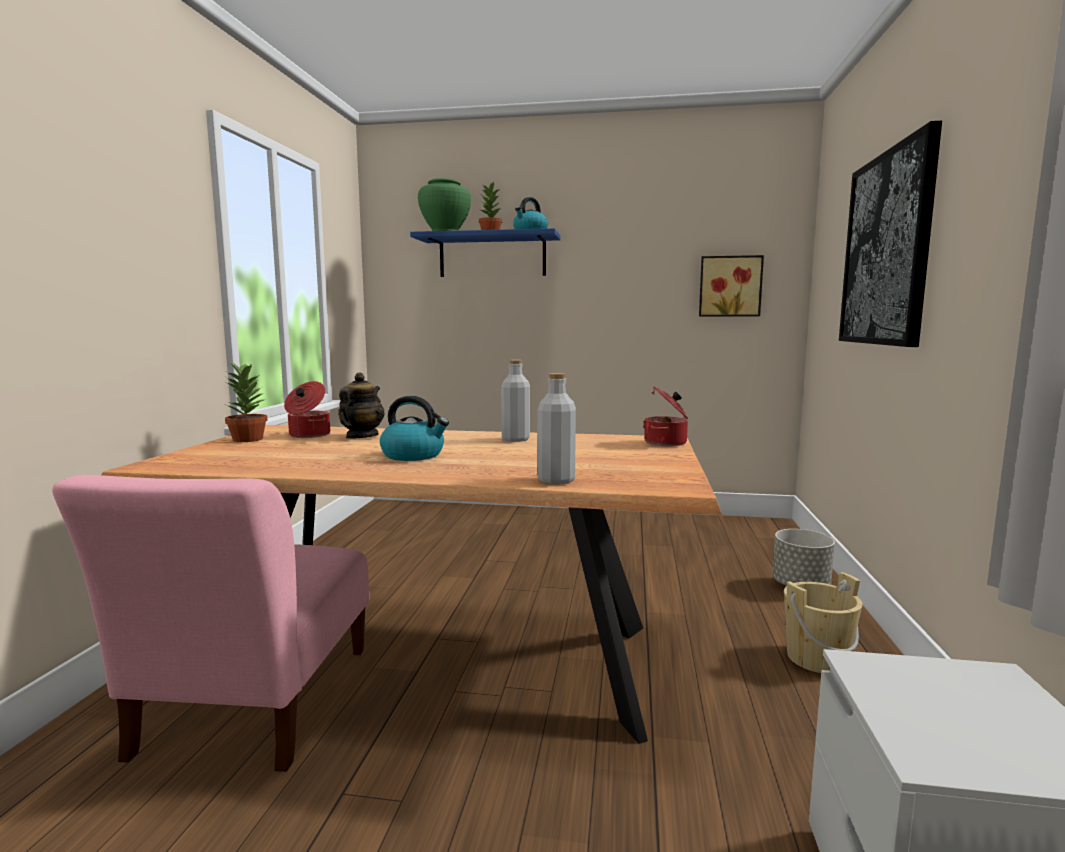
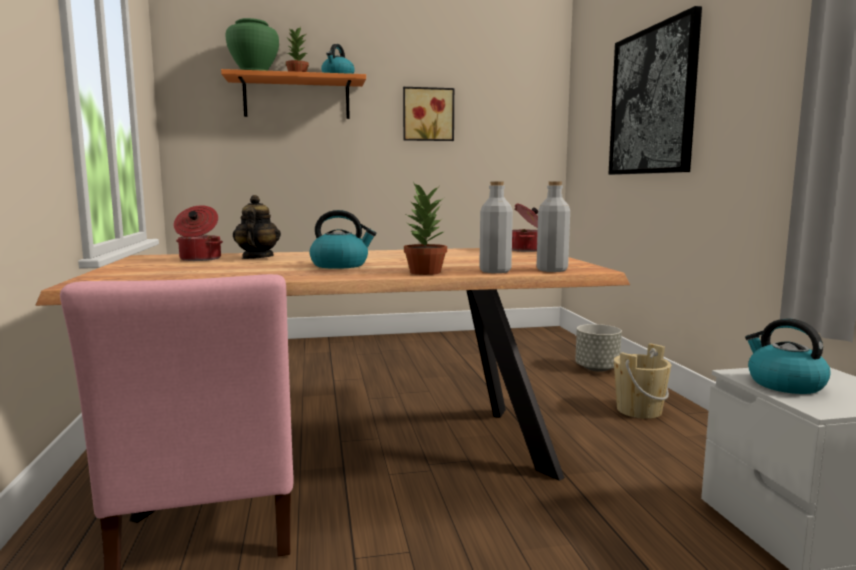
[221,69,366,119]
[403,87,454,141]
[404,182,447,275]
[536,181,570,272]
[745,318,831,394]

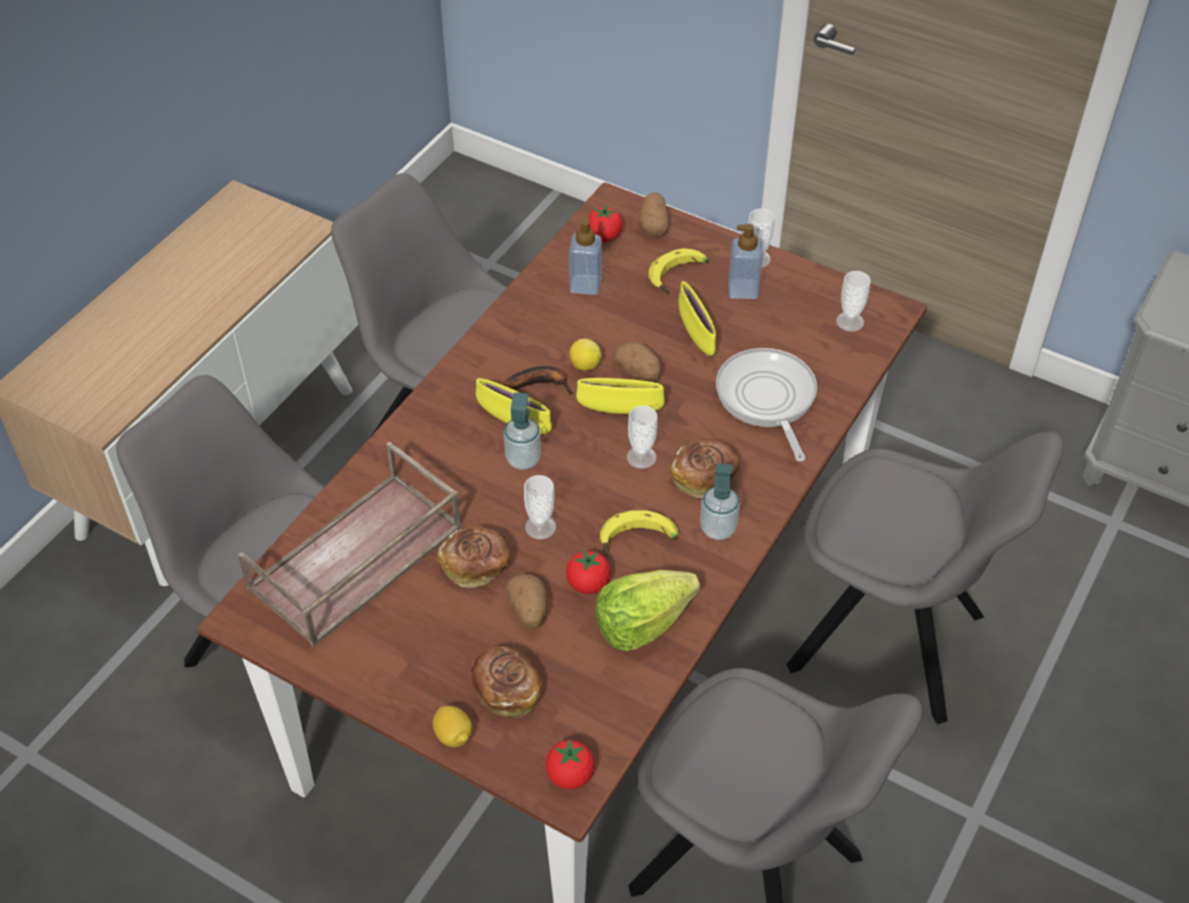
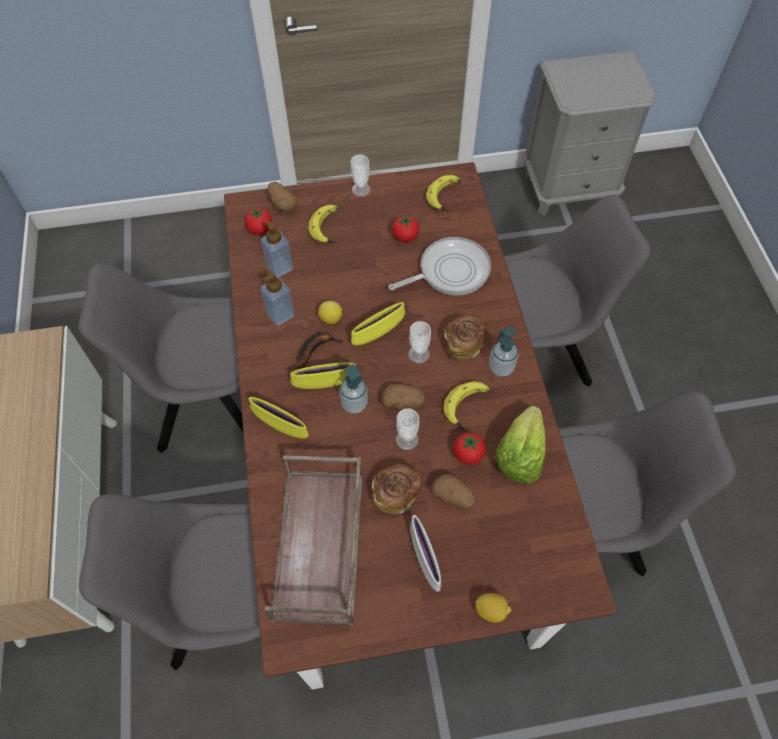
[260,273,295,326]
[426,175,461,211]
[249,397,309,439]
[381,384,425,410]
[388,237,491,296]
[471,646,542,718] (first image)
[392,215,419,242]
[410,515,441,592]

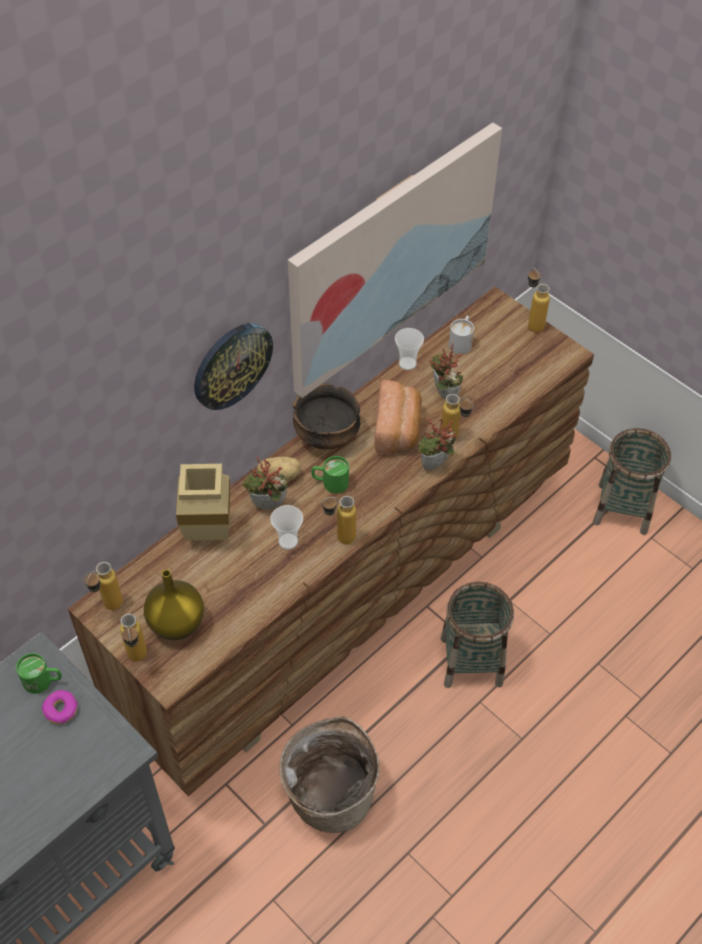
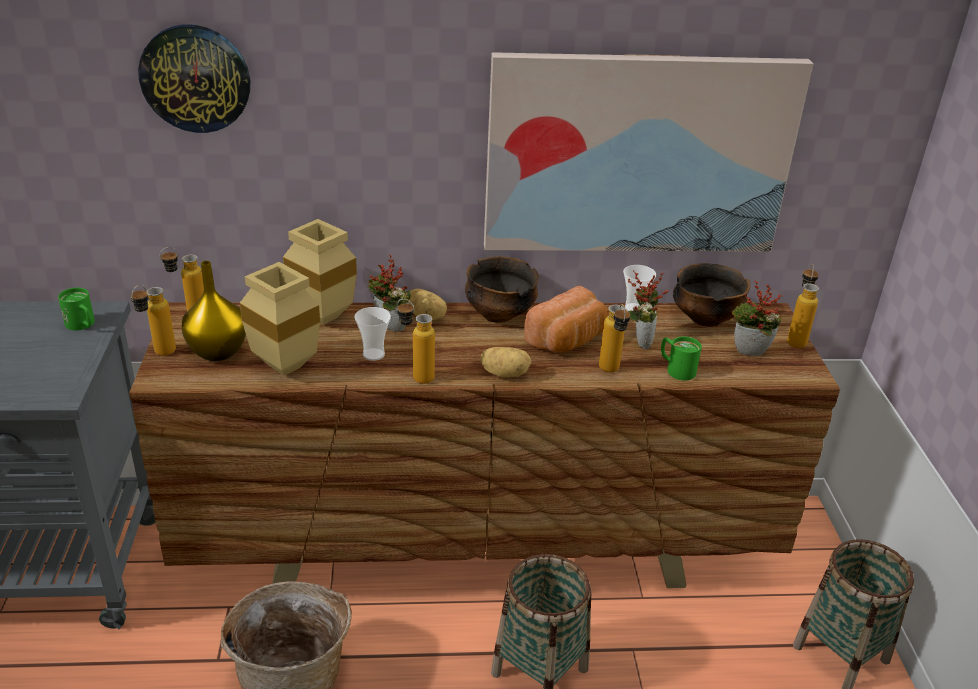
[673,263,750,327]
[138,24,250,133]
[732,281,783,356]
[661,336,702,380]
[42,690,78,724] (first image)
[240,262,320,376]
[481,347,531,377]

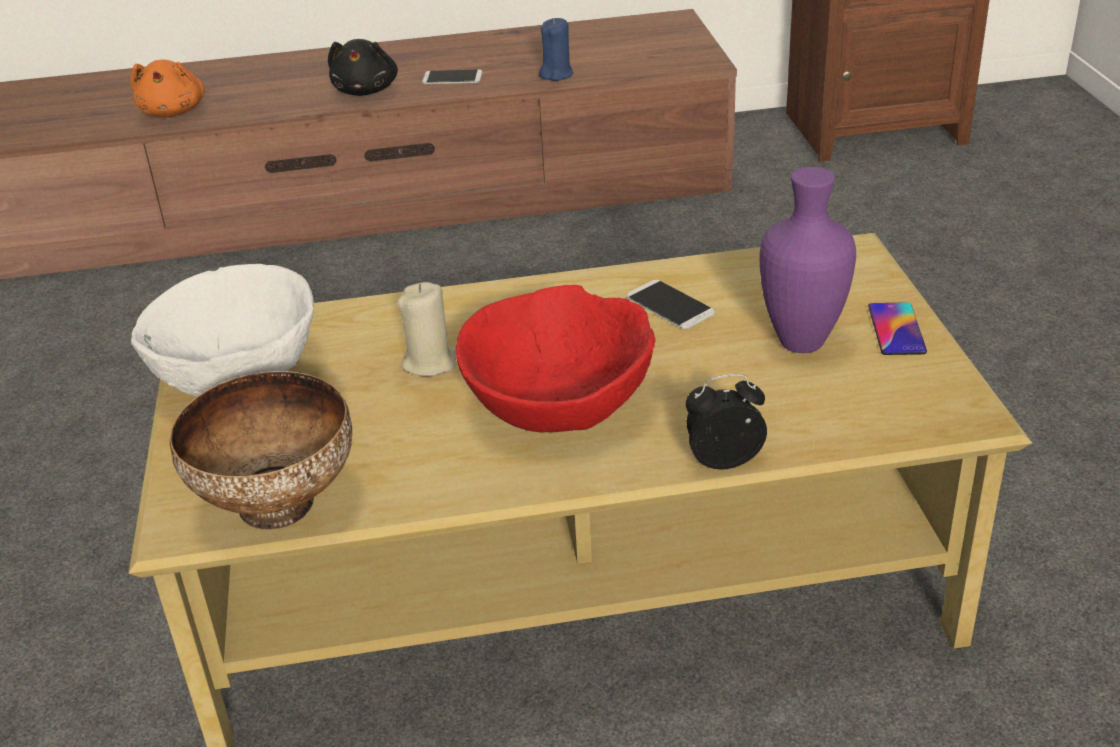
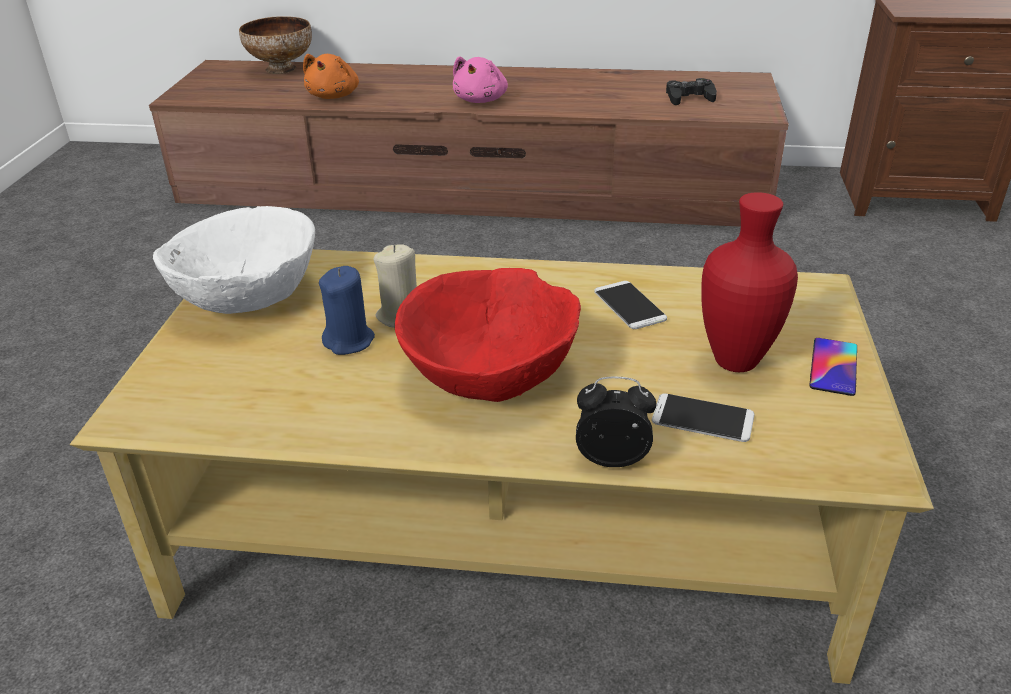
[319,266,375,355]
[453,56,508,103]
[652,393,755,442]
[701,192,798,372]
[239,16,312,74]
[666,78,717,105]

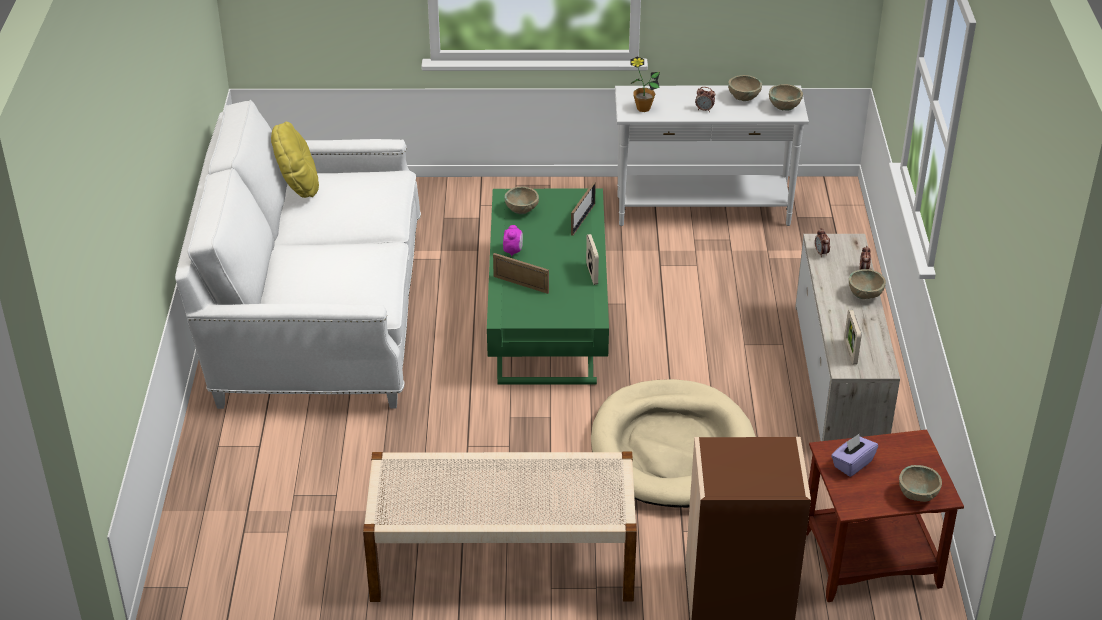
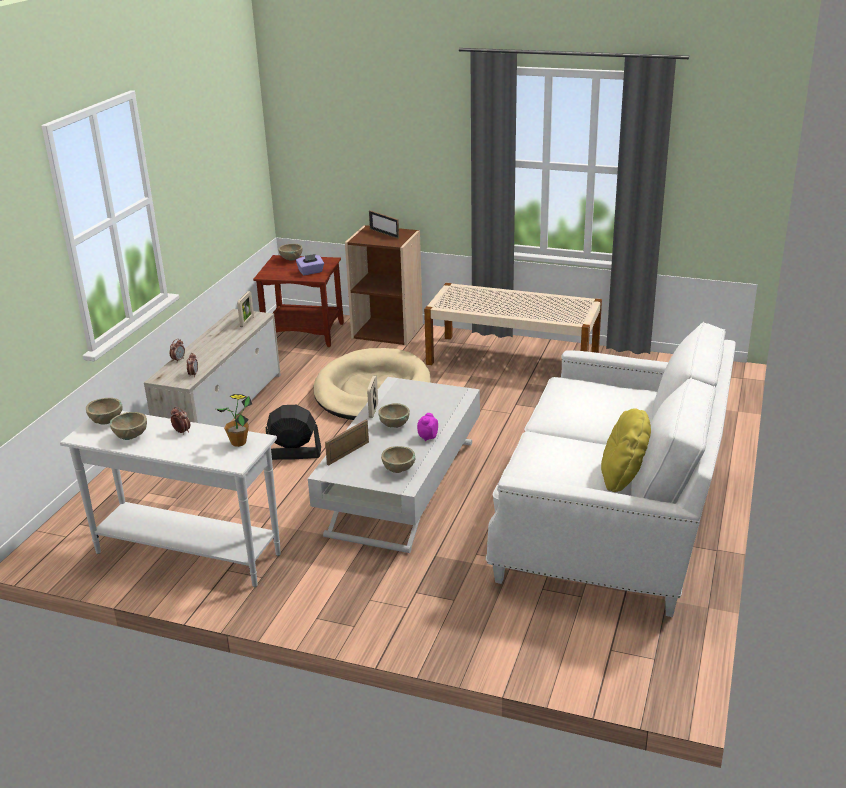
[308,377,480,553]
[369,210,399,239]
[378,403,410,428]
[266,405,321,460]

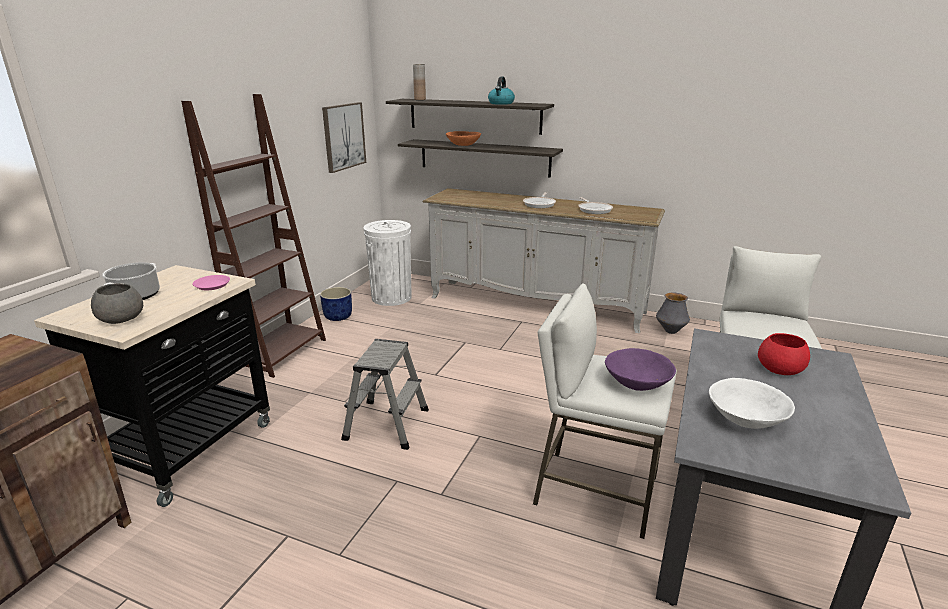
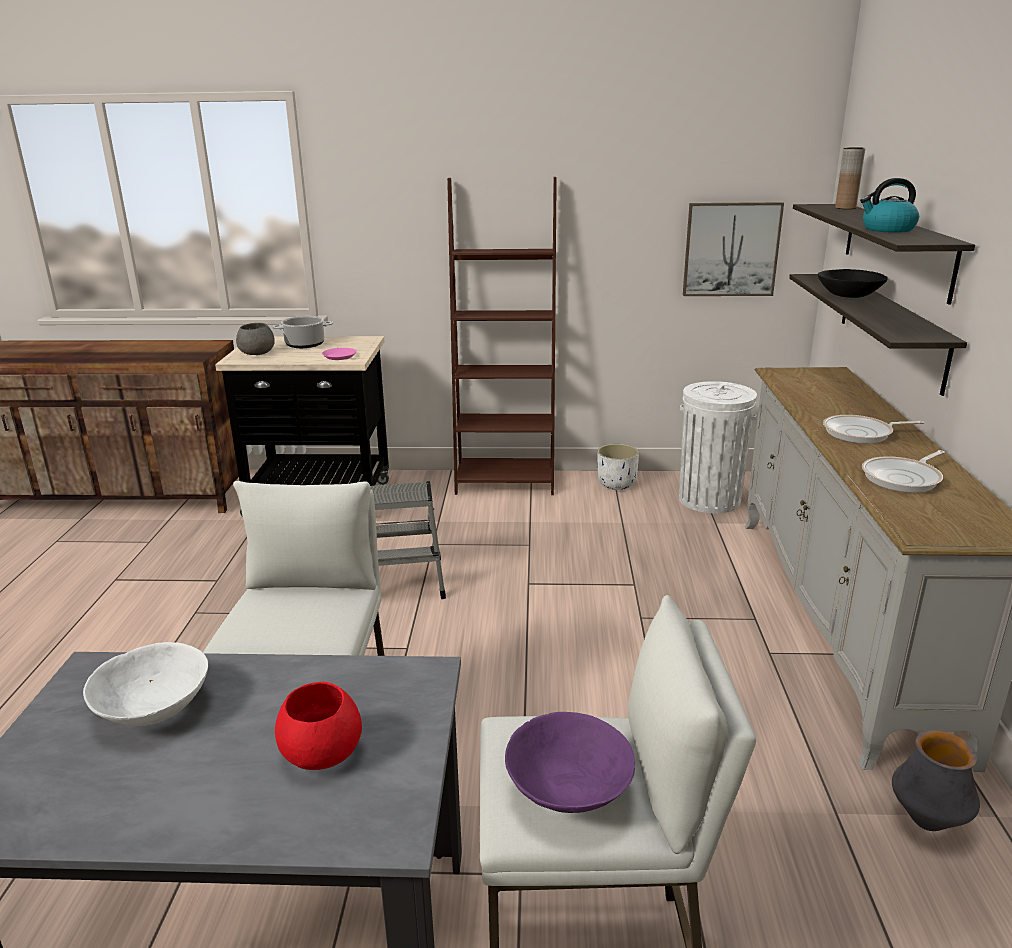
[818,269,888,298]
[597,444,639,490]
[505,712,635,813]

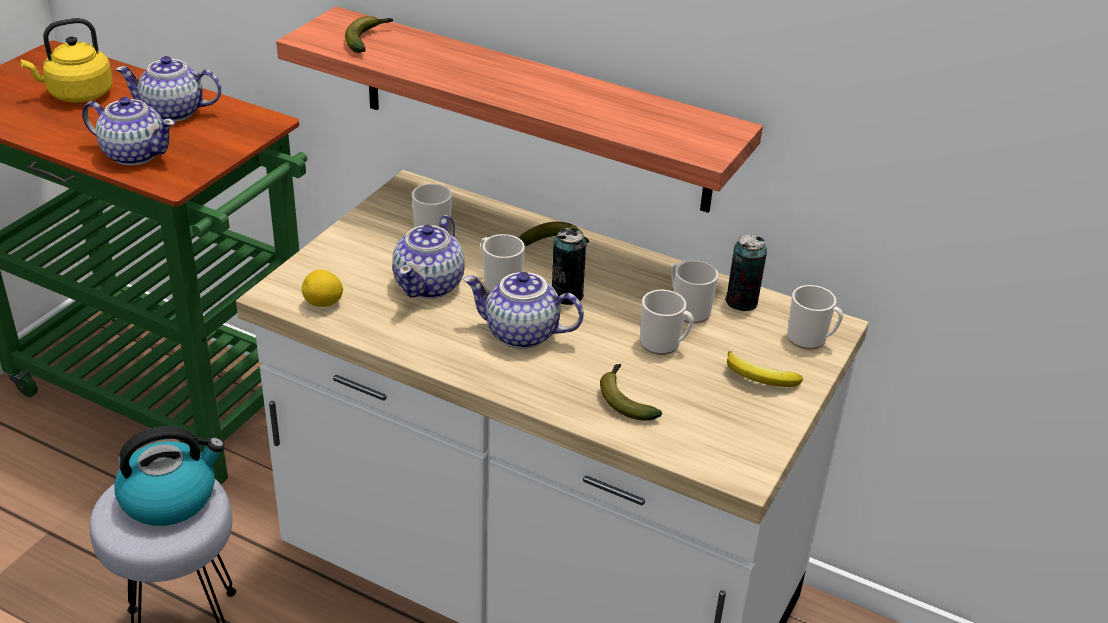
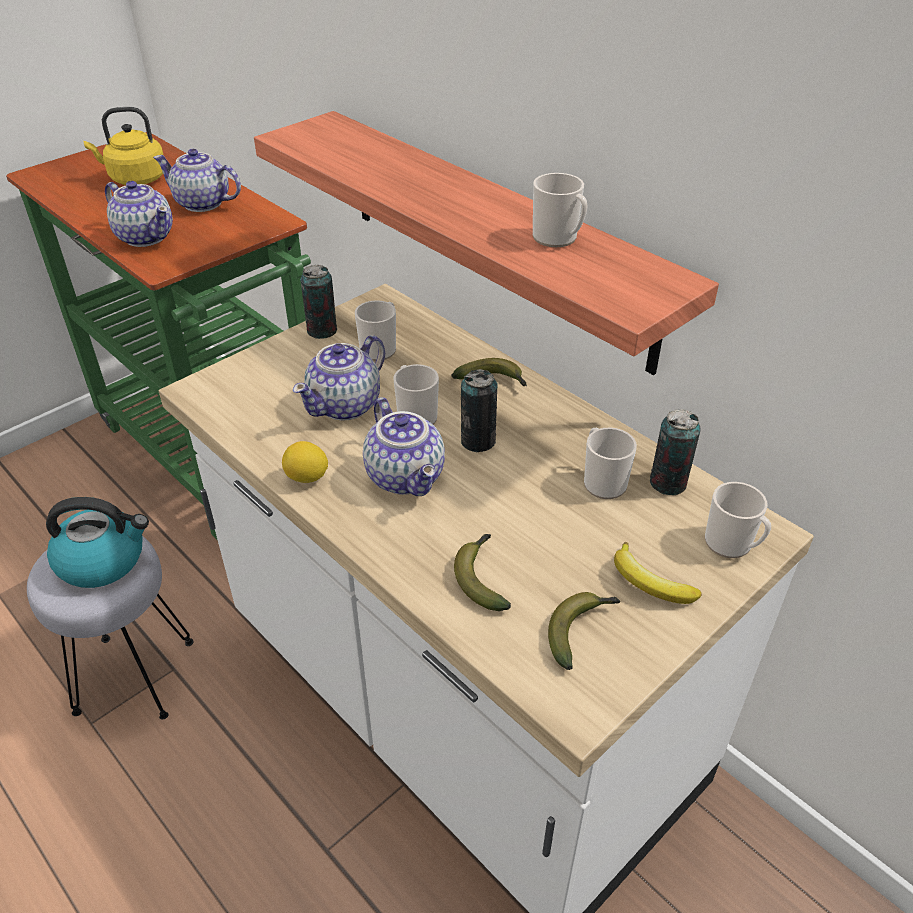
[548,592,620,670]
[282,441,328,483]
[363,397,445,496]
[533,173,588,247]
[300,265,337,339]

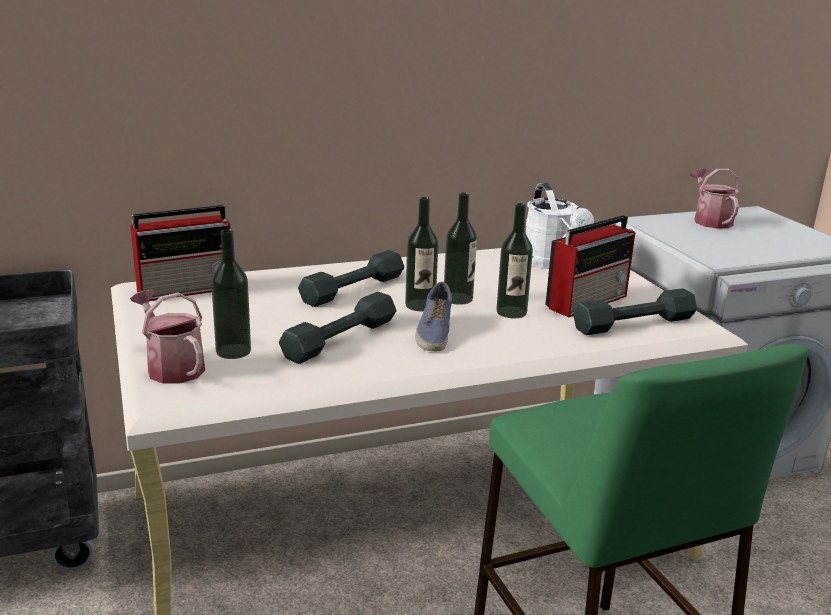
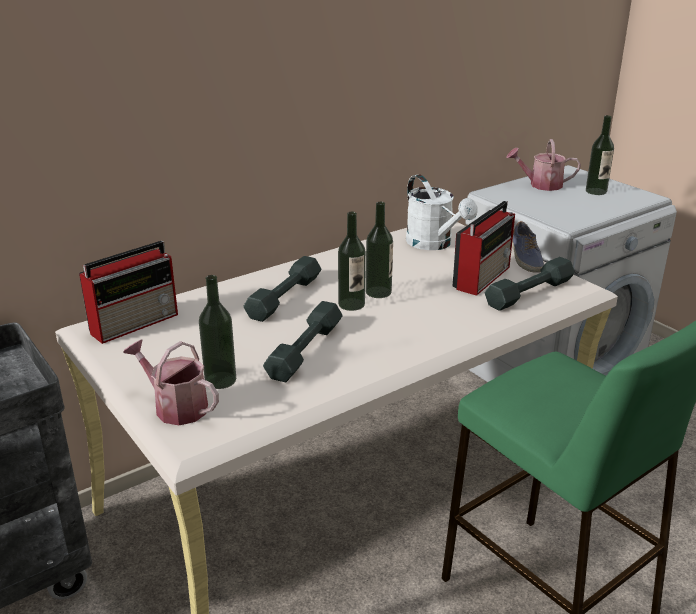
[506,139,581,191]
[586,115,614,195]
[512,221,544,273]

